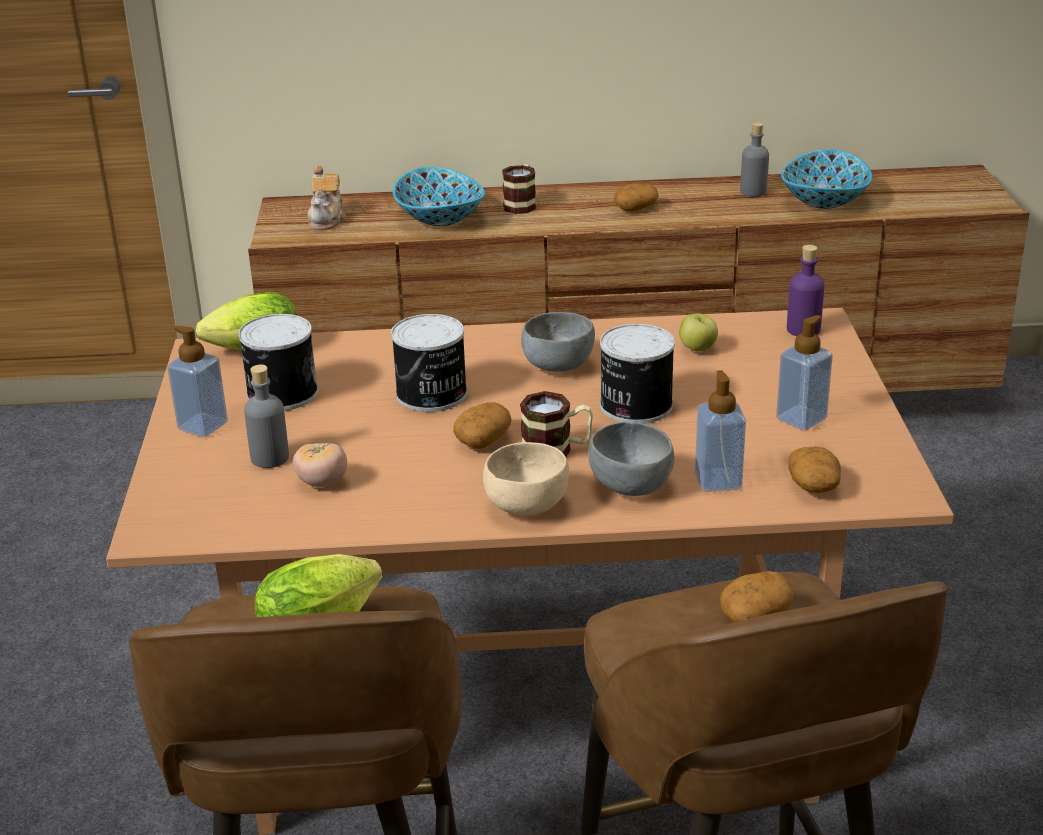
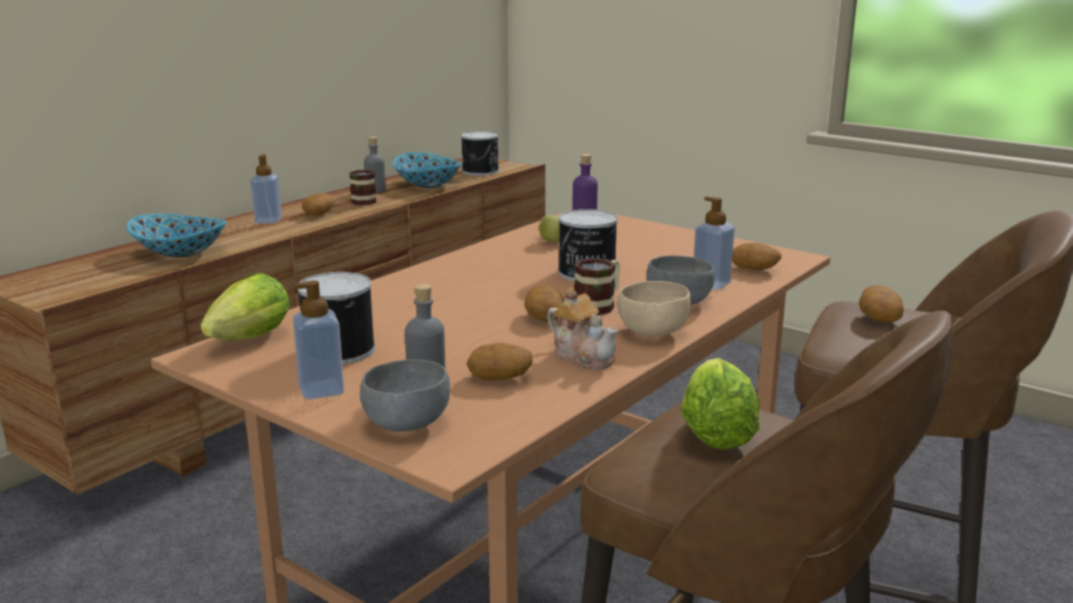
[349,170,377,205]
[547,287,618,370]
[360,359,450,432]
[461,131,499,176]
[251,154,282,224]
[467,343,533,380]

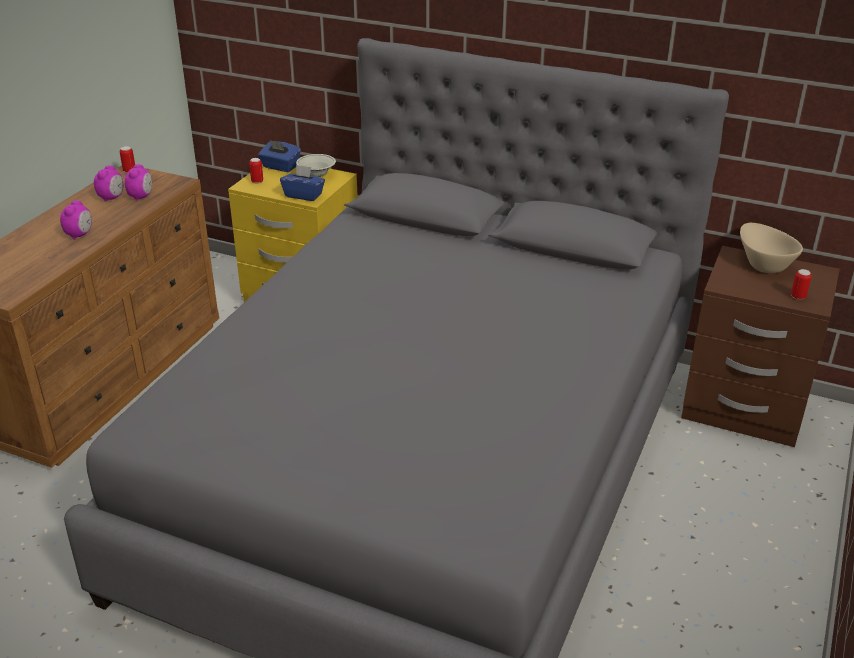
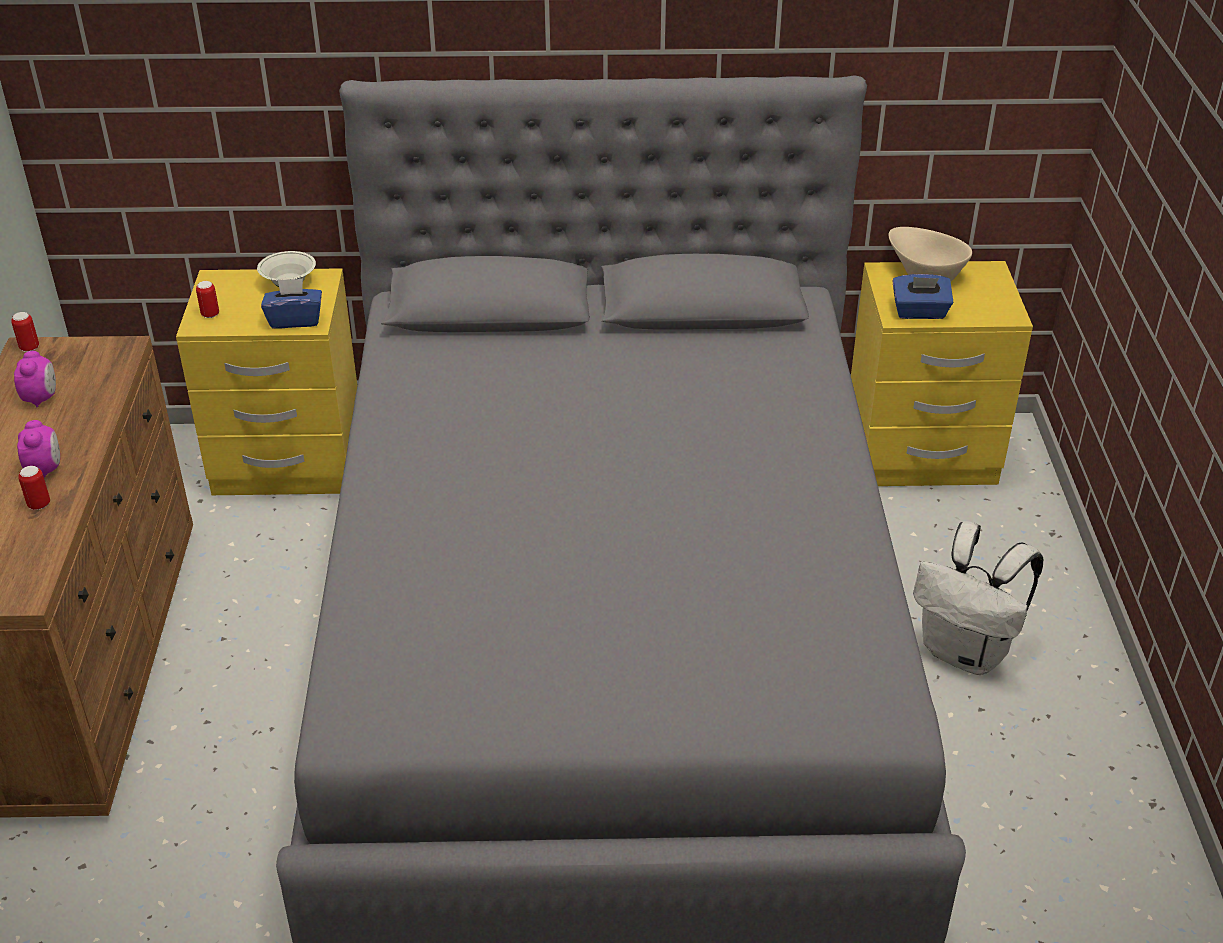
[892,274,954,319]
[125,164,152,201] (first image)
[851,261,1033,486]
[18,466,50,510]
[913,521,1044,675]

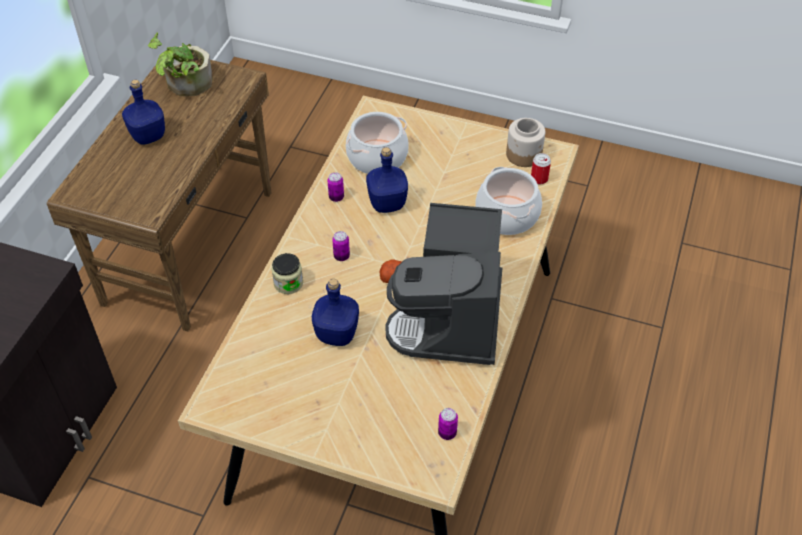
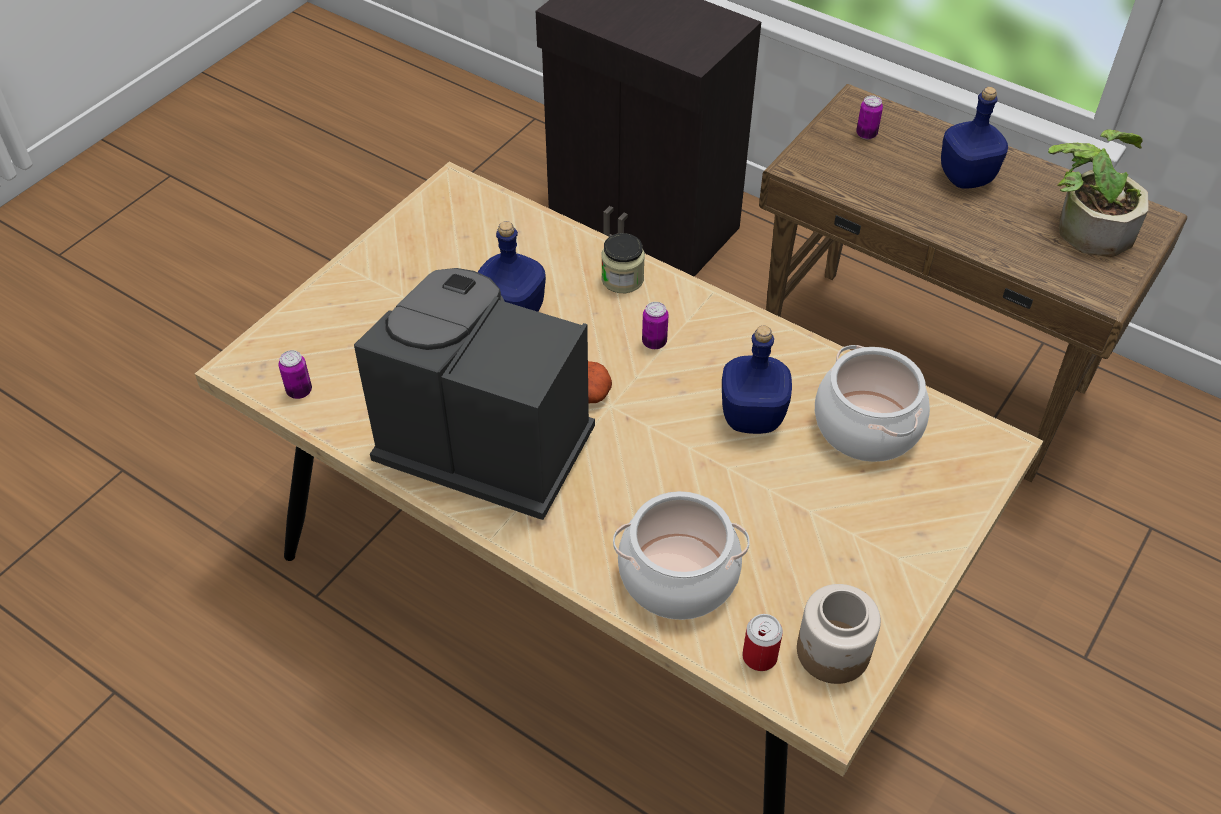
[856,95,883,139]

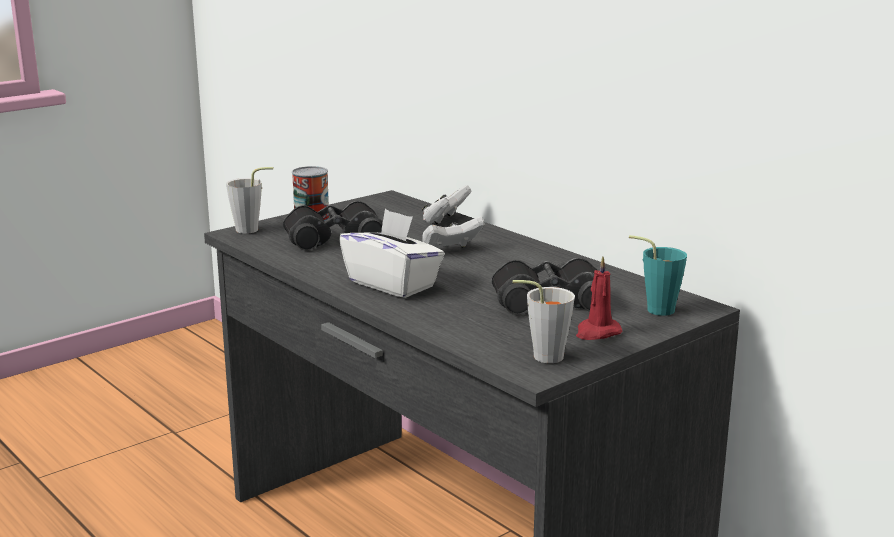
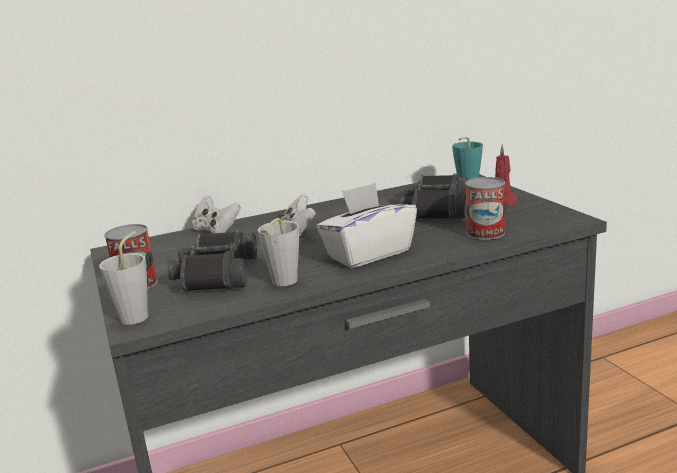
[258,218,299,286]
[465,177,505,240]

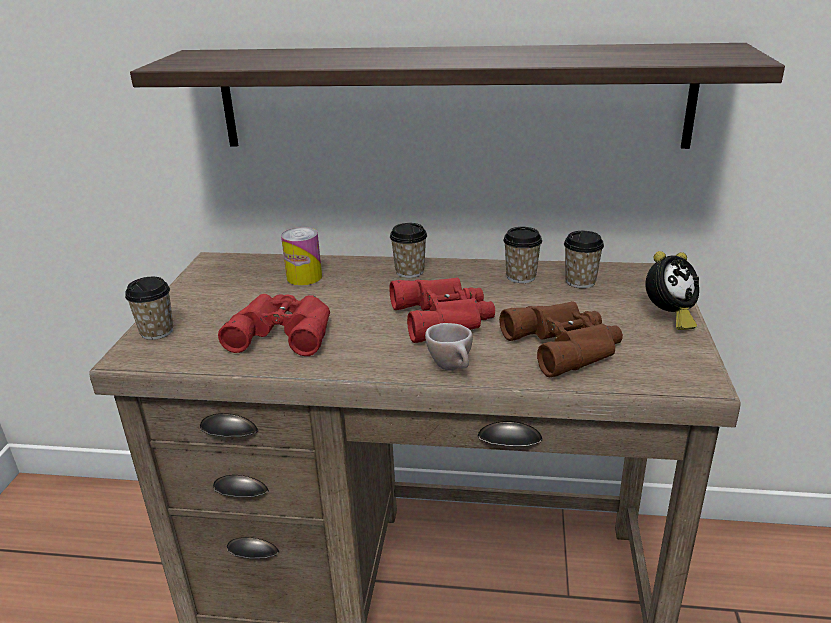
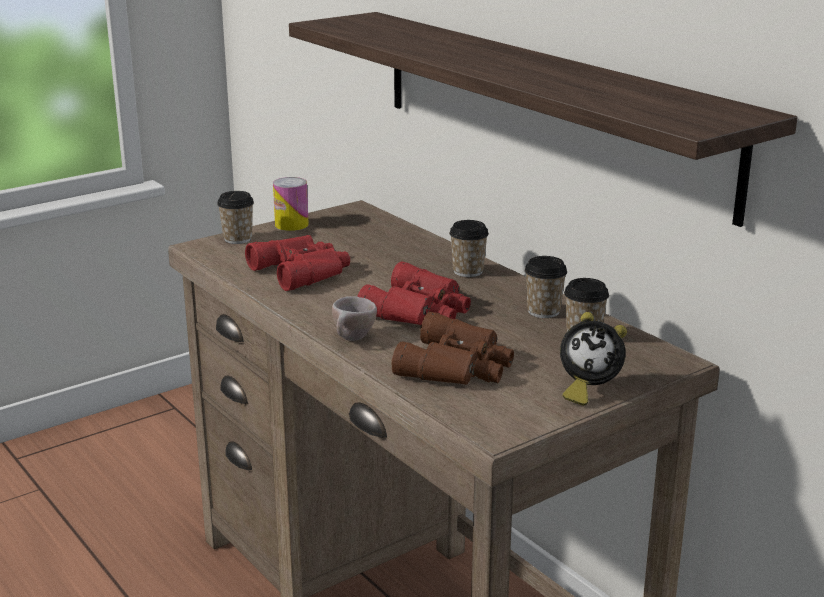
[273,177,309,231]

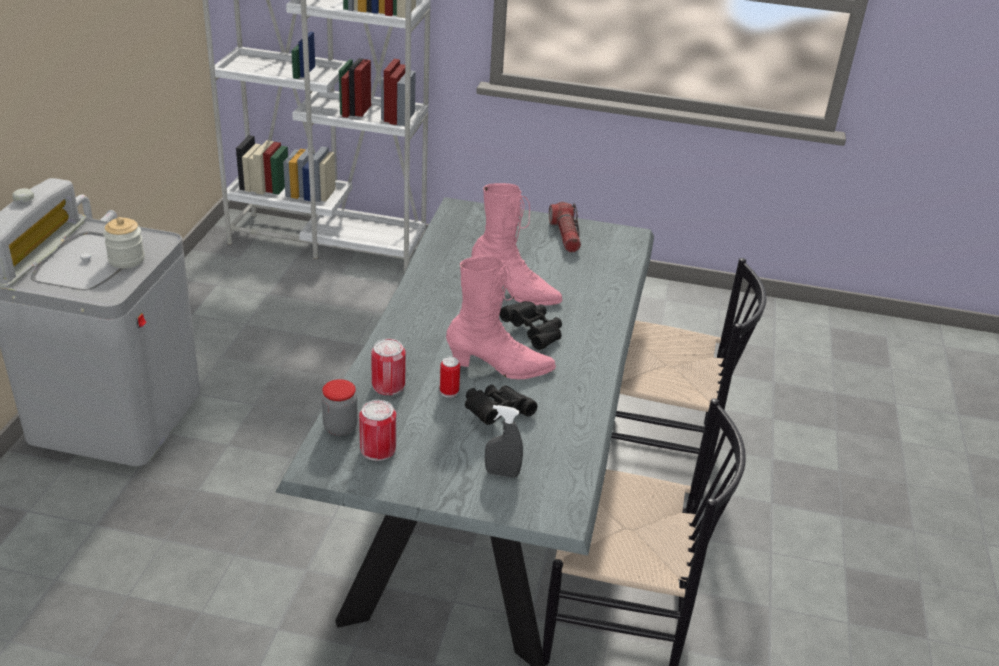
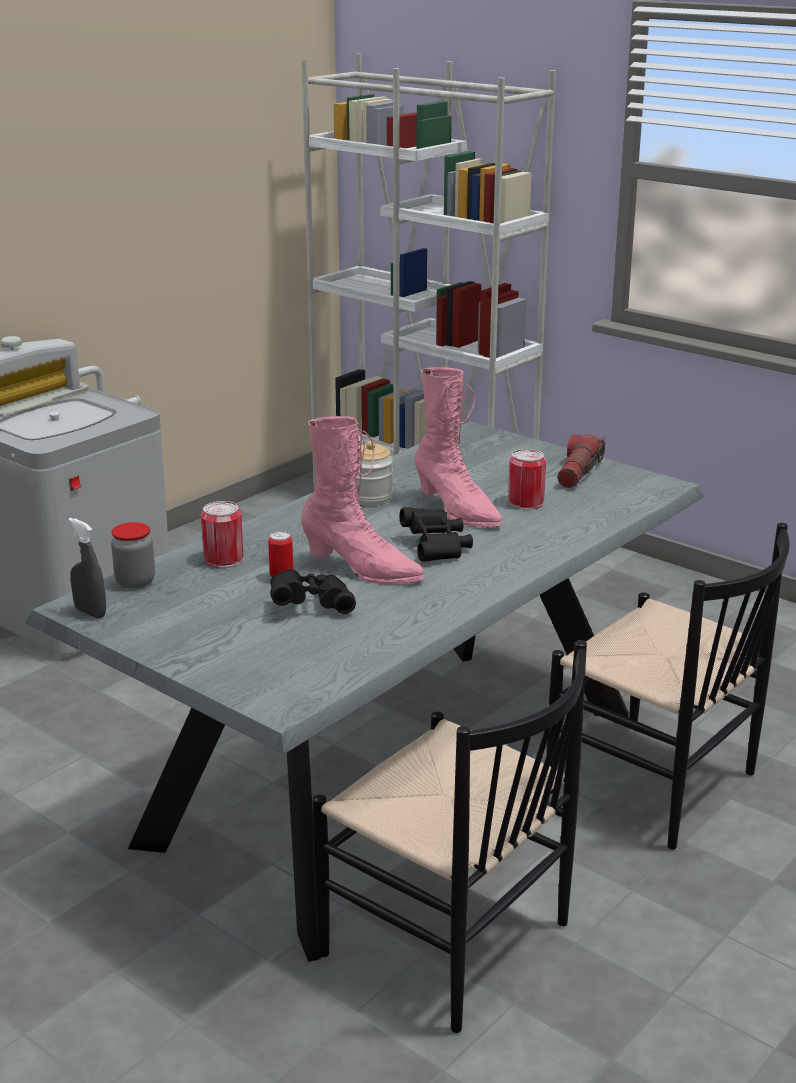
[356,441,393,506]
[508,449,546,510]
[68,518,106,619]

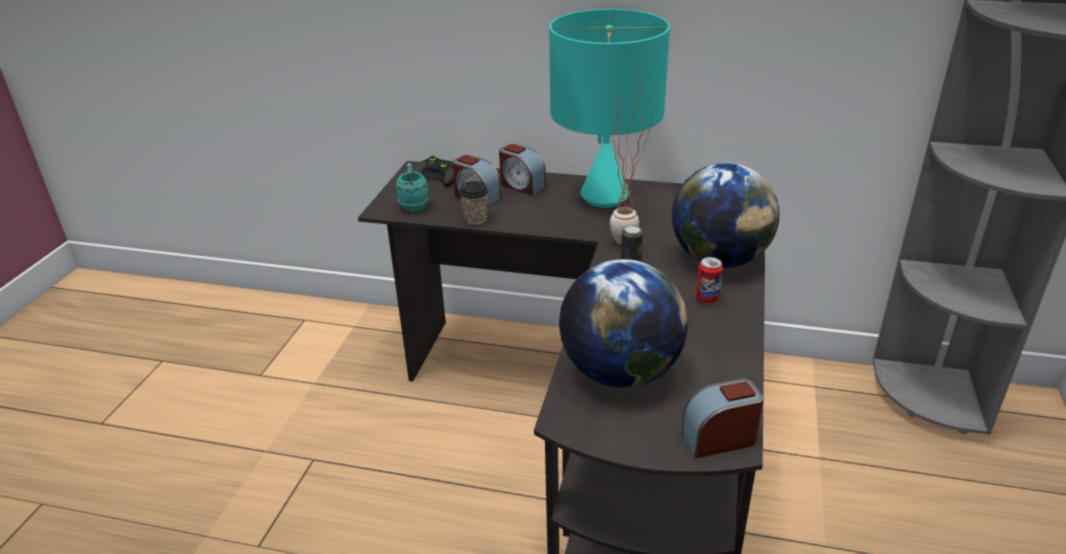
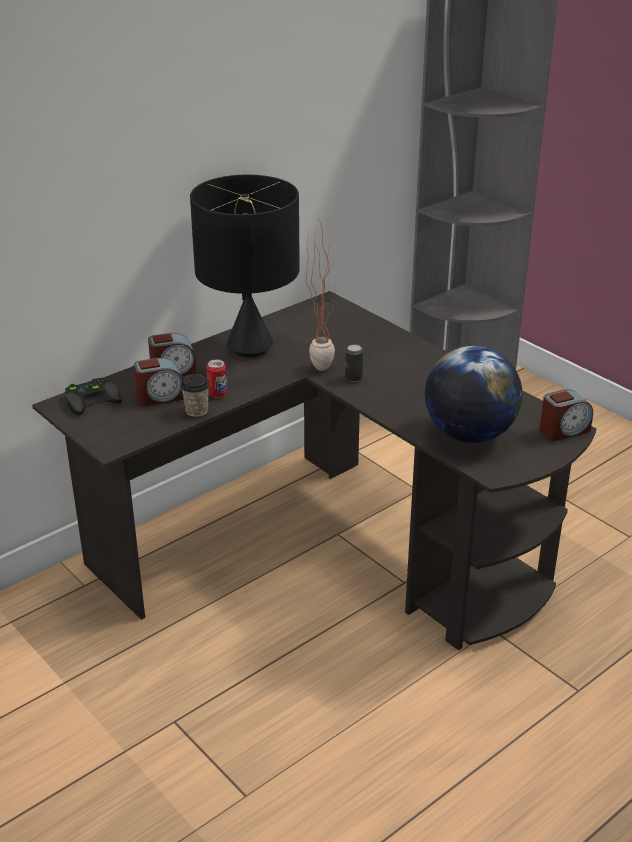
[190,175,300,357]
[395,163,429,212] (first image)
[672,163,779,268] (first image)
[206,360,227,398]
[539,389,593,441]

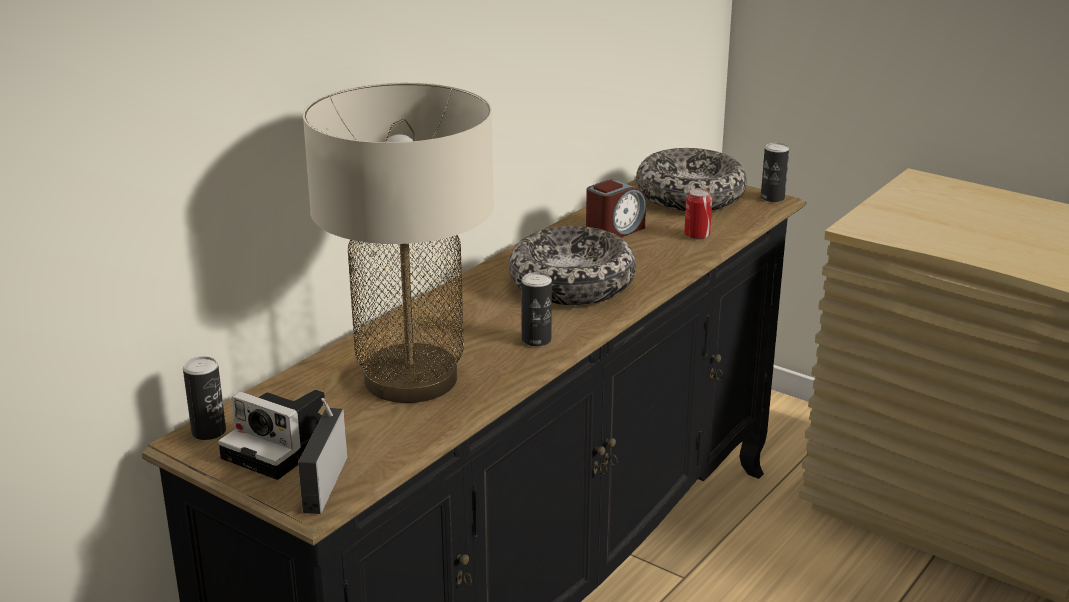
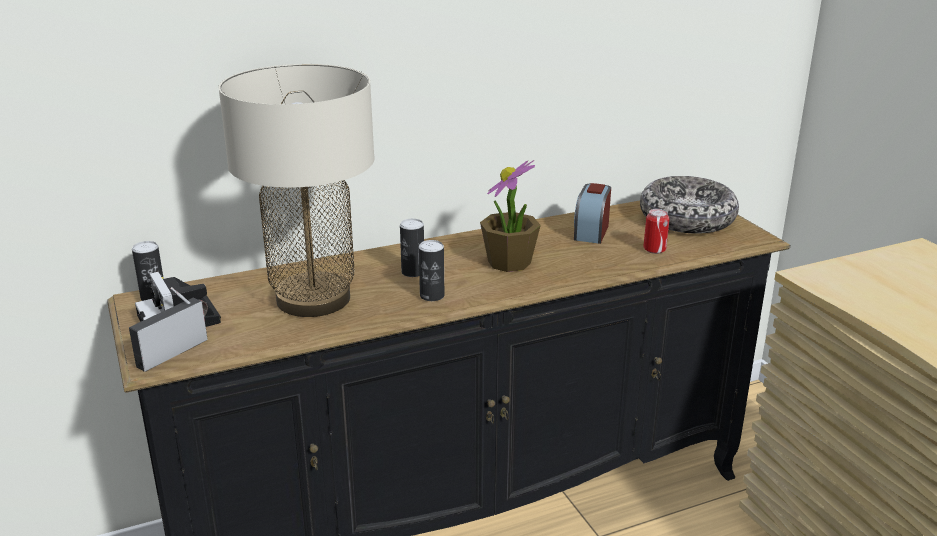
[400,219,424,277]
[574,183,611,244]
[480,160,541,272]

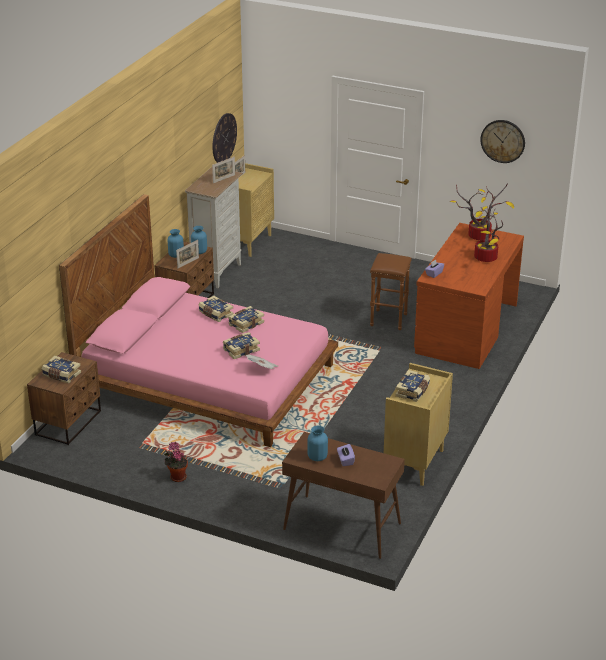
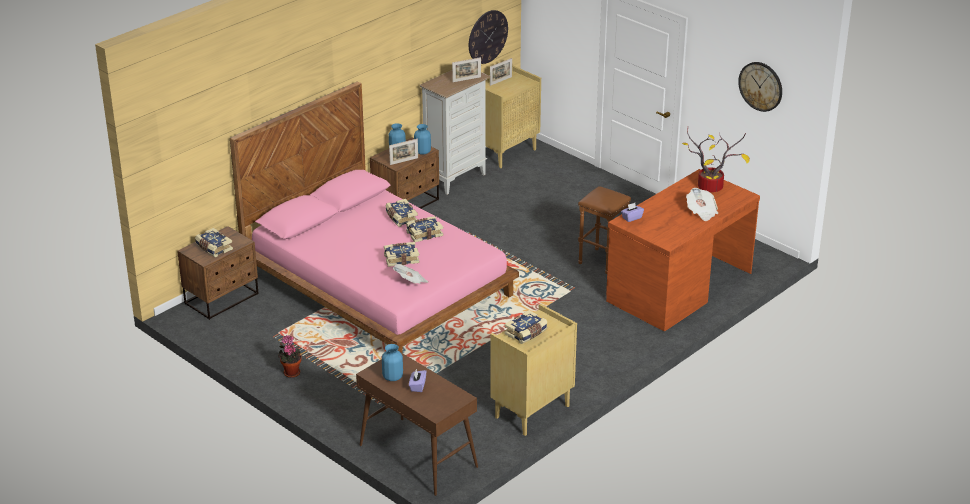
[686,188,718,221]

